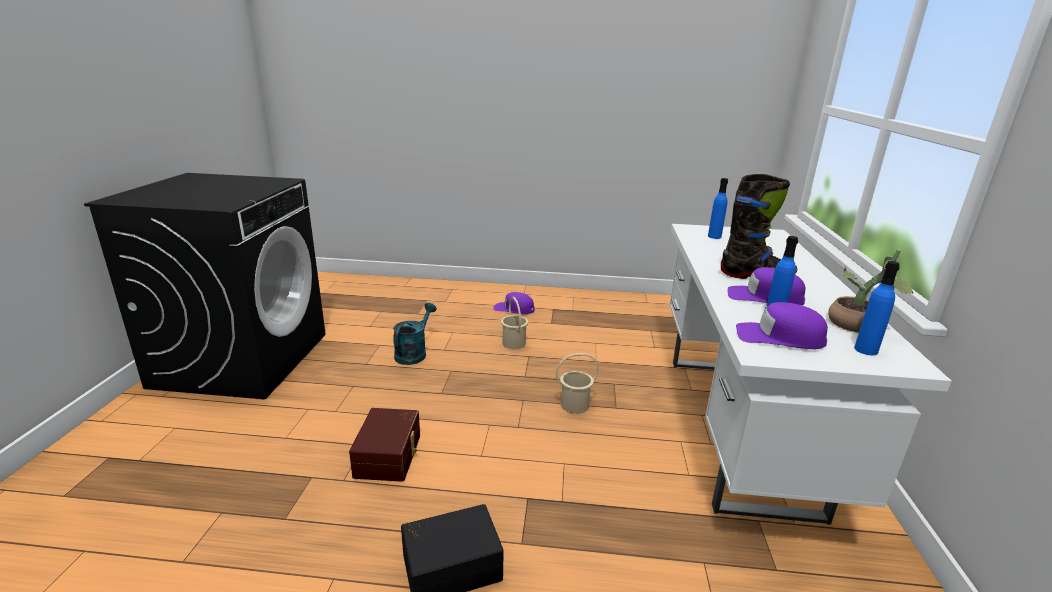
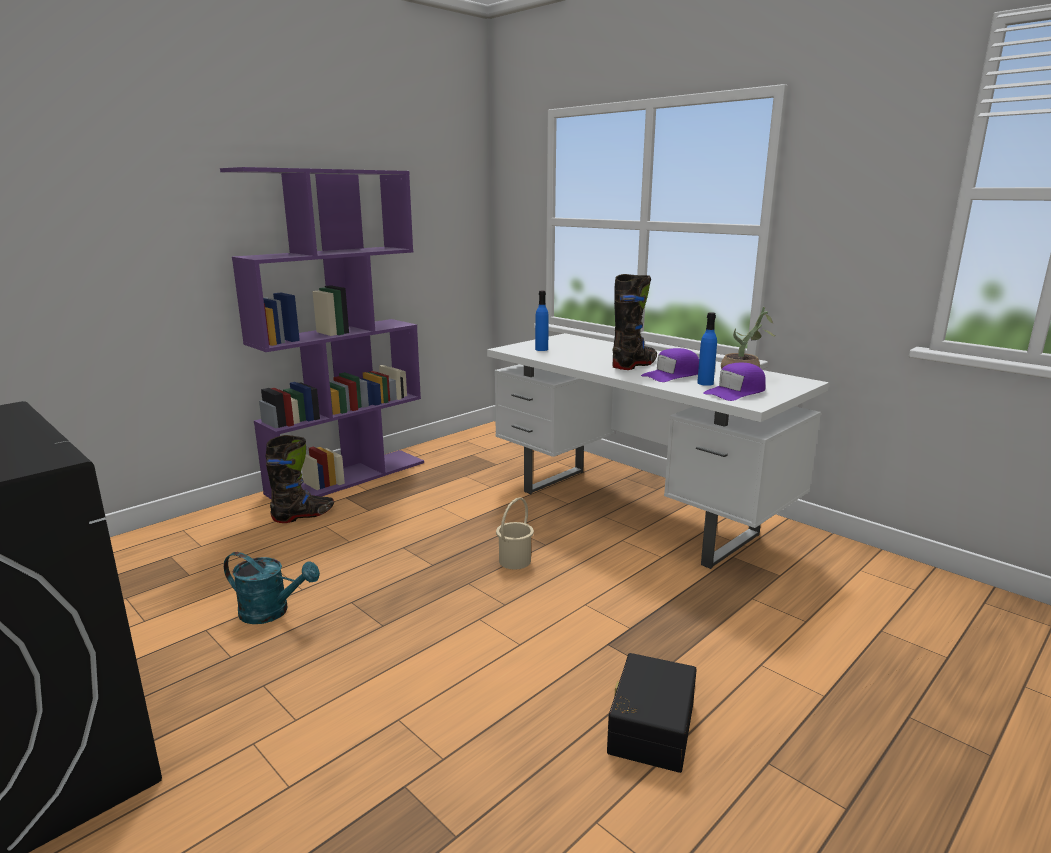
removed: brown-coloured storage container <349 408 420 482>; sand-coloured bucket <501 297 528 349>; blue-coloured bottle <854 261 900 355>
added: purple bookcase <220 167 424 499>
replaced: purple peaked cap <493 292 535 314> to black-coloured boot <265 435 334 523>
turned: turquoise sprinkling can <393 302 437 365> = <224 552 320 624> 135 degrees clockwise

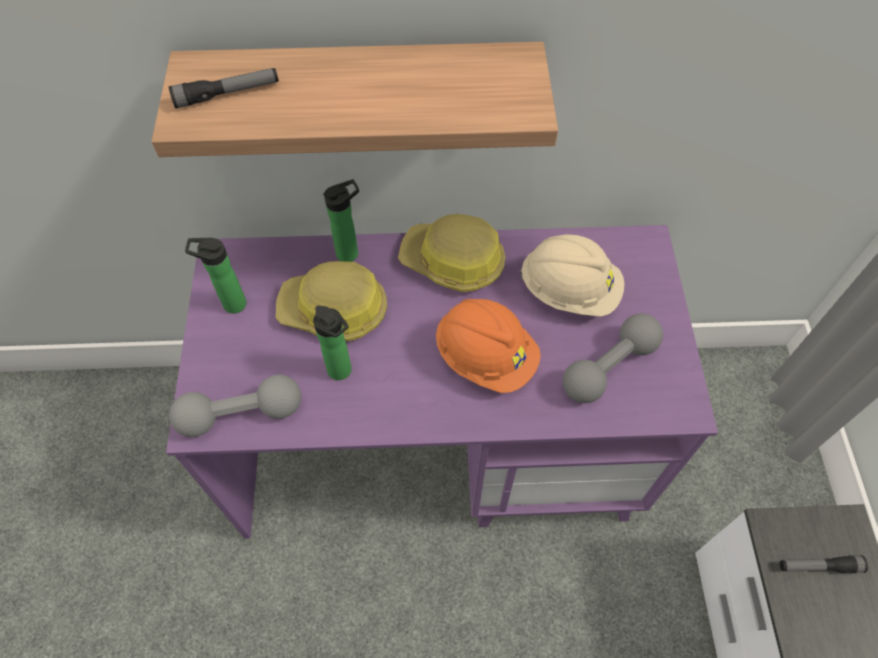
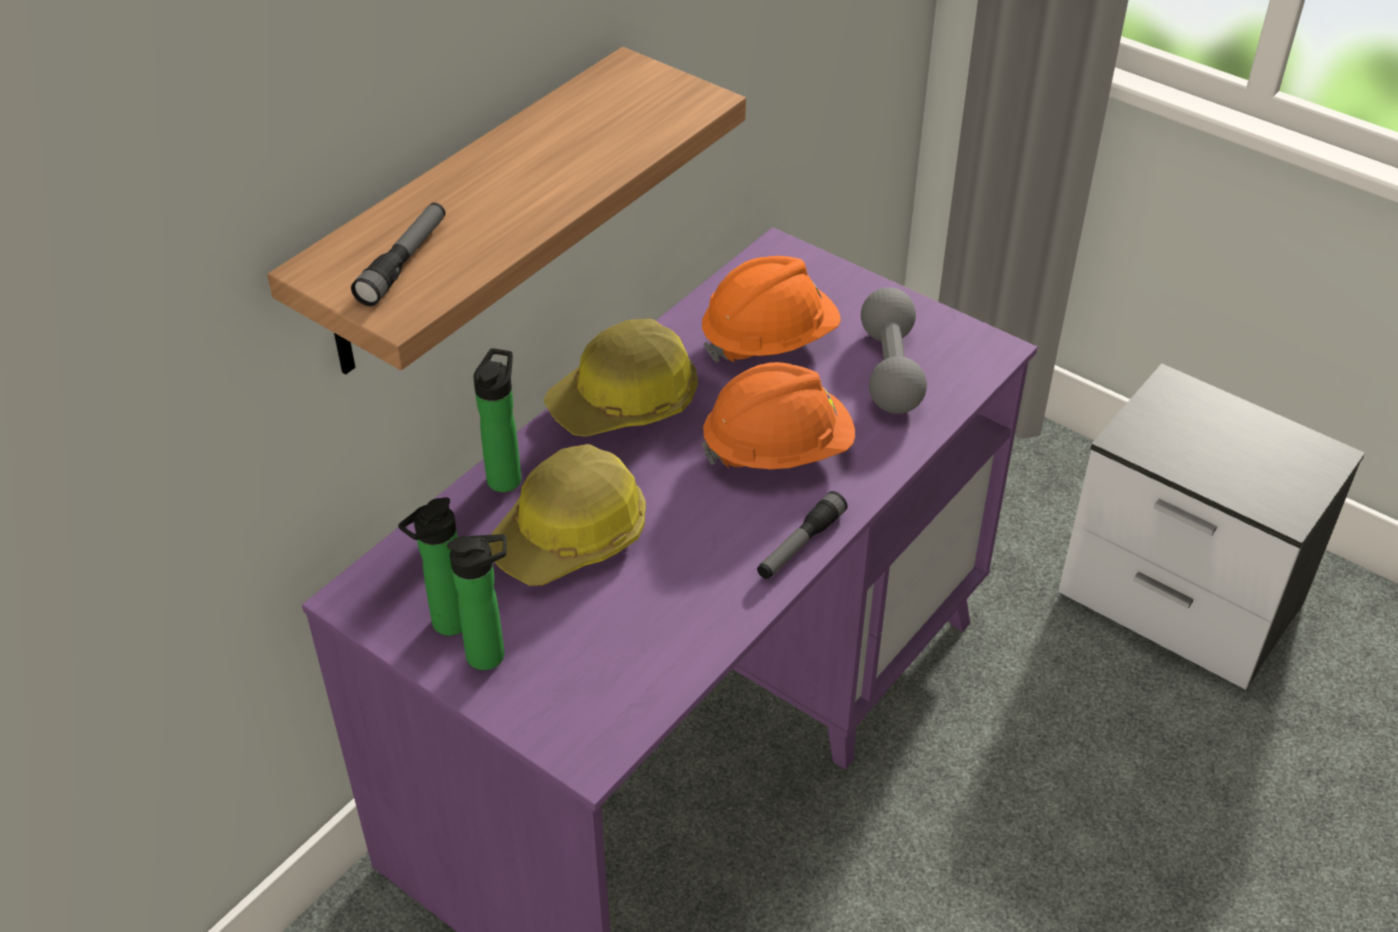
removed: gray dumbbell <169 375 301 437>
moved: bottle <313 306 352 380> to <447 534 507 670>; hand torch <780 555 868 573> to <757 491 848 579>
recoloured: sand-coloured safety helmet <519 234 624 317> to orange-coloured safety helmet <702 256 841 363>

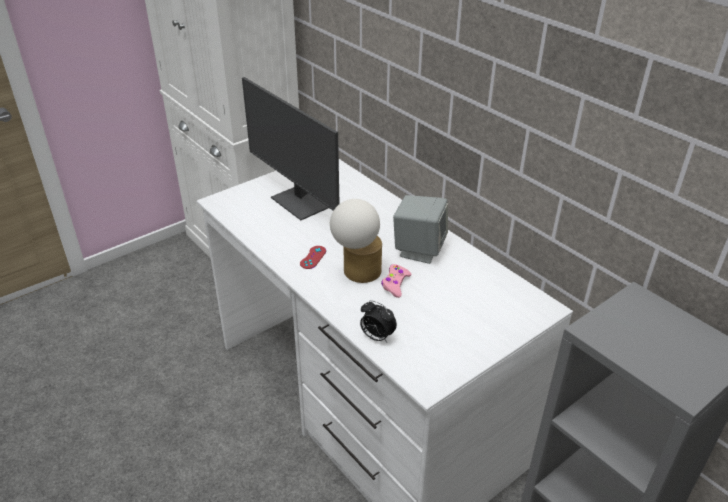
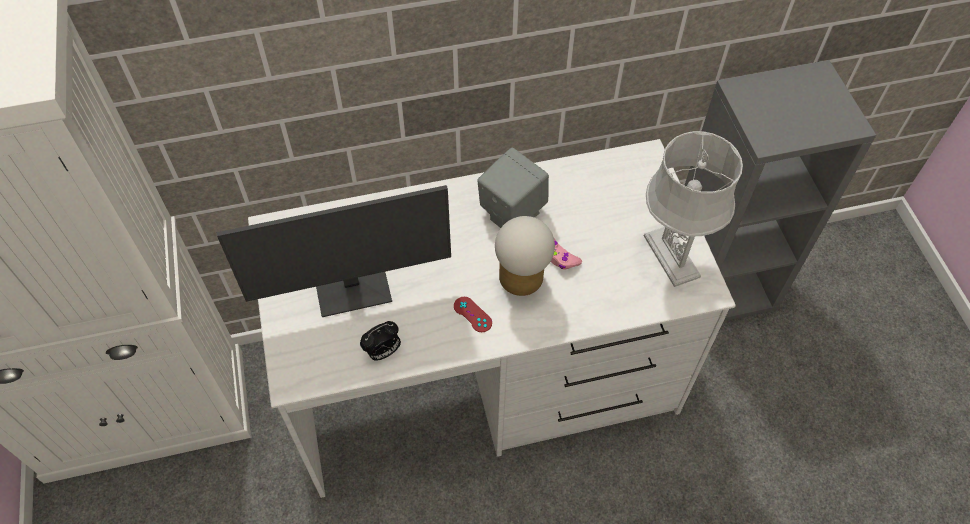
added: gray table lamp <644 131 743 287>
moved: alarm clock <360 300 397 343> to <360 321 401 361>

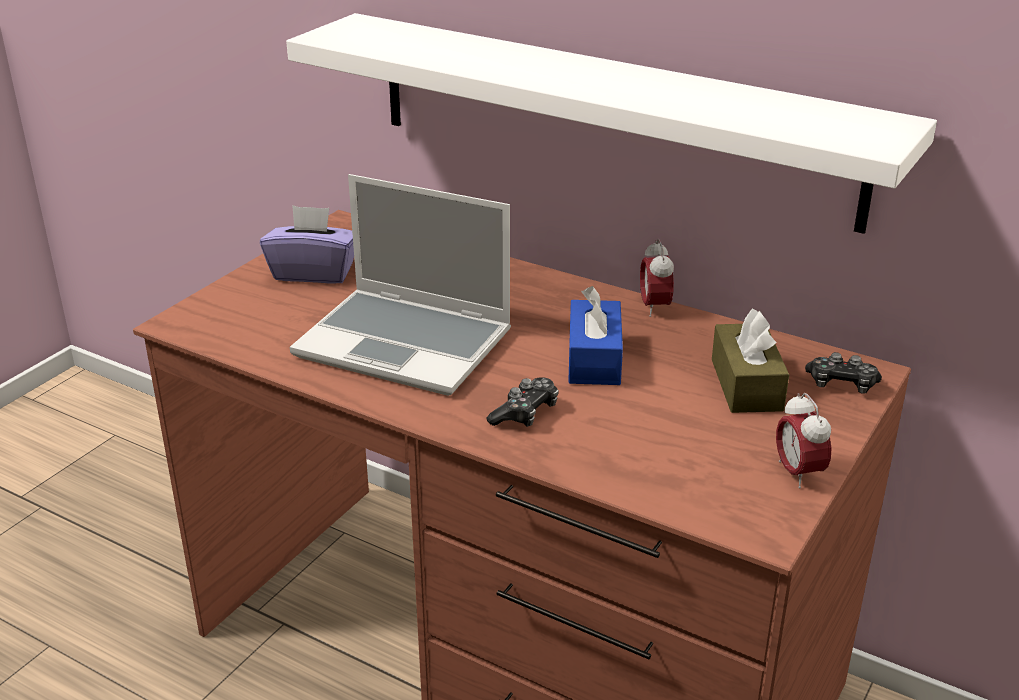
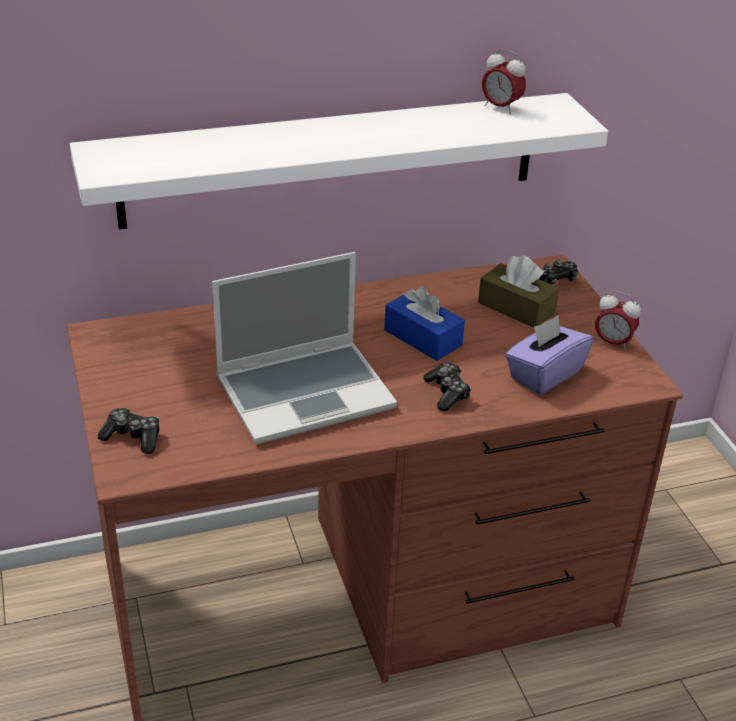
added: gamepad <98 408 159 454>
moved: alarm clock <640 239 674 317> to <482 49 526 114>; purple tissue box <260 205 354 284> to <505 315 593 395>

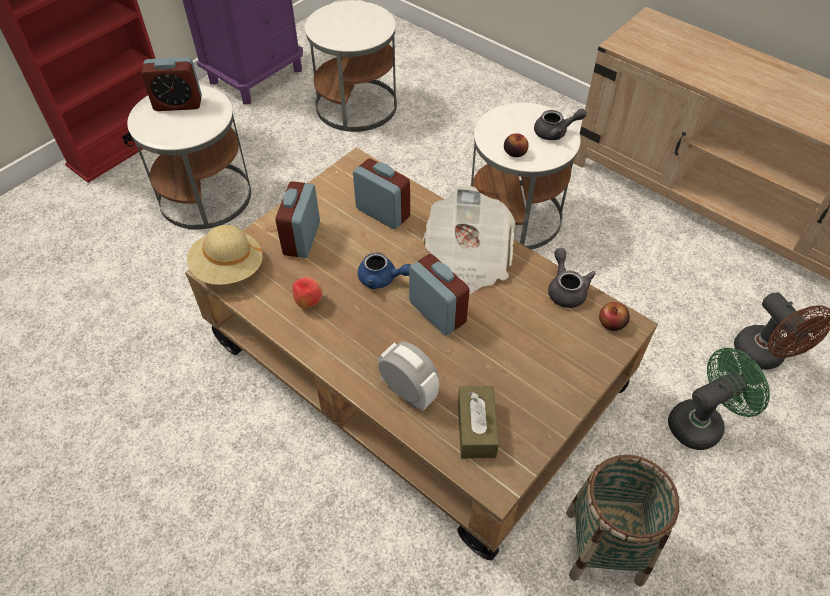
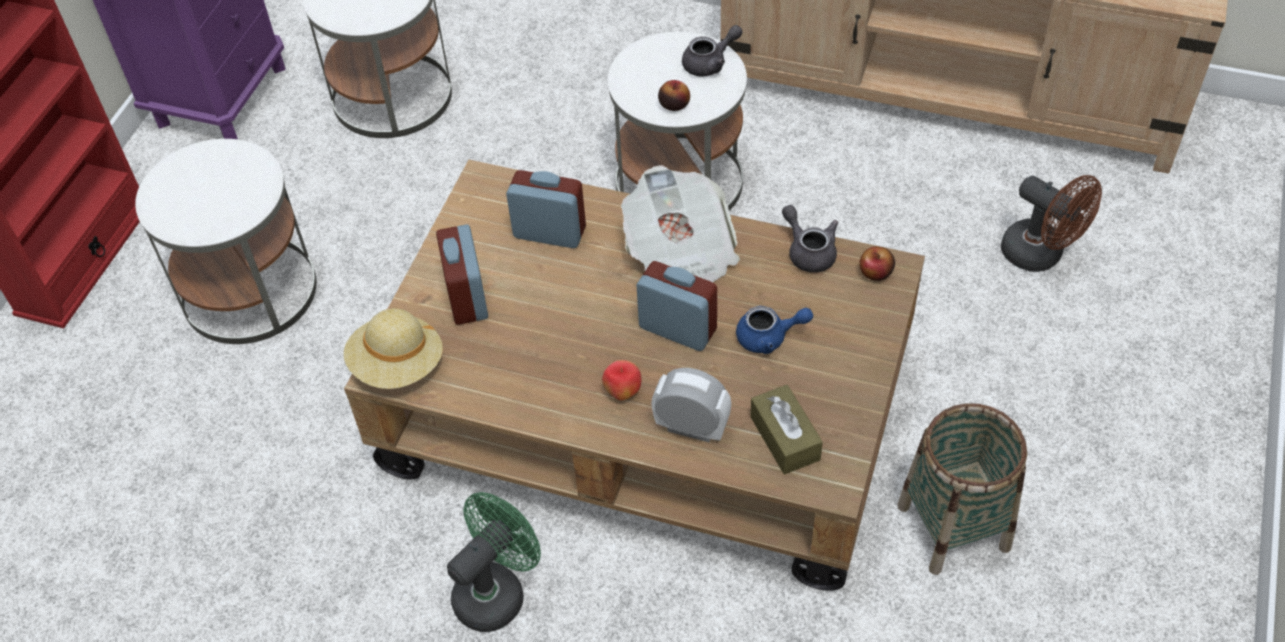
removed: alarm clock <141 57 202 111>
moved: green-coloured electric fan <668 348 770 450> to <447 492 541 632>; apple fruit <292 277 323 308> to <602 360 641 401>; blue-coloured pot for tea <358 252 411 289> to <736 306 813 354>

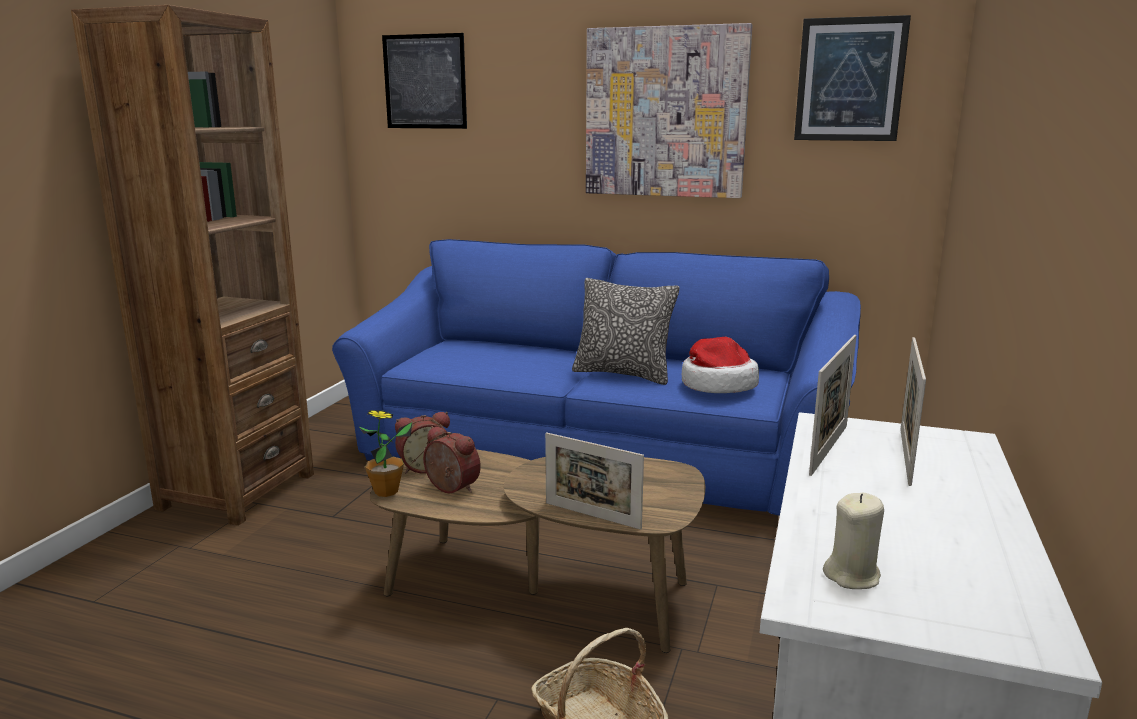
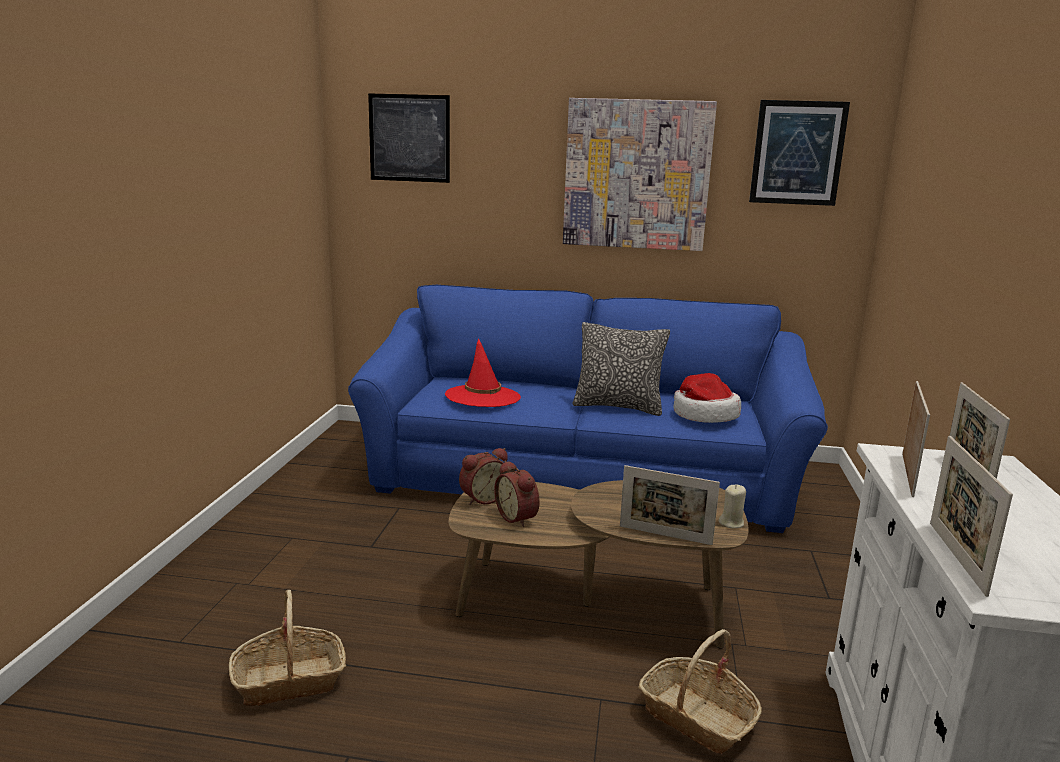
removed: brown-coloured bookcase <71 5 314 526>; houseplant <359 410 412 497>
added: basket <229 590 347 706>; red wearable hat <445 338 521 407>; standing frame <930 436 1013 597>
moved: sand-coloured candle <823 493 884 589> to <719 484 746 528>
turned: alarm clock <423 426 481 493> = <494 460 540 527> 150 degrees counterclockwise

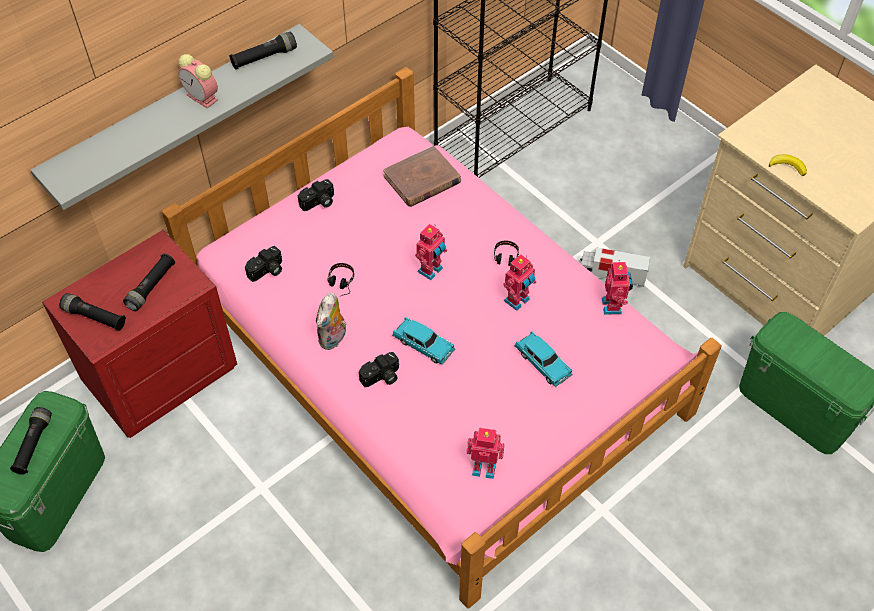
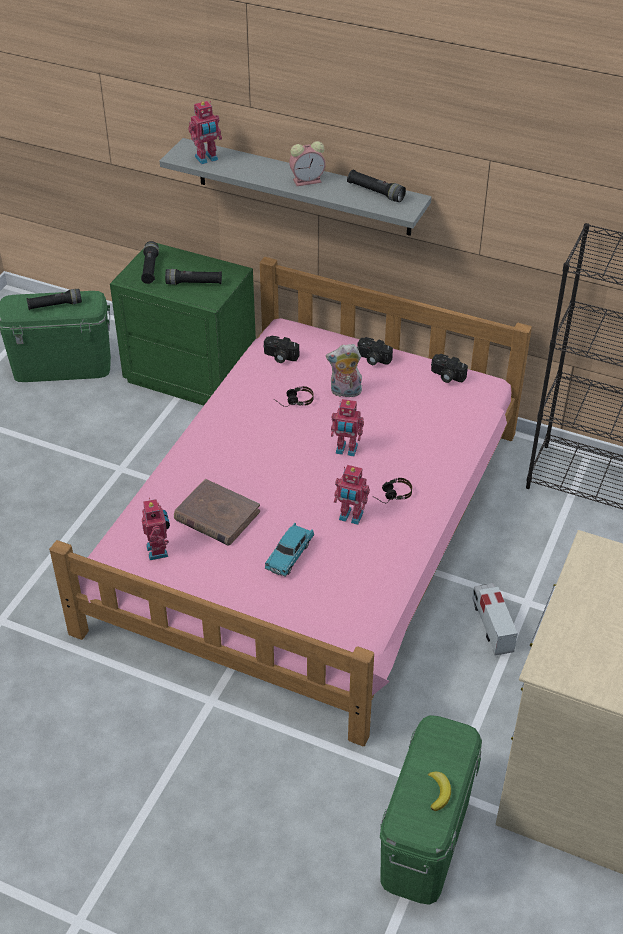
removed: turquoise toy car <392 317 455 365>
moved: brown-coloured book <383 146 461 207> to <174 479 260 546>; robot figure <602 260 633 315> to <188 101 222 165>; plush toy <316 293 346 350> to <326 344 362 397>; banana <769 154 807 176> to <428 772 451 811>; still camera <359 352 399 387> to <431 354 468 383>
recoloured: red night table <42 230 237 438> to green-coloured night table <110 243 256 405>
turned: alarm clock <178 54 218 108> = <289 141 326 186> 120 degrees counterclockwise

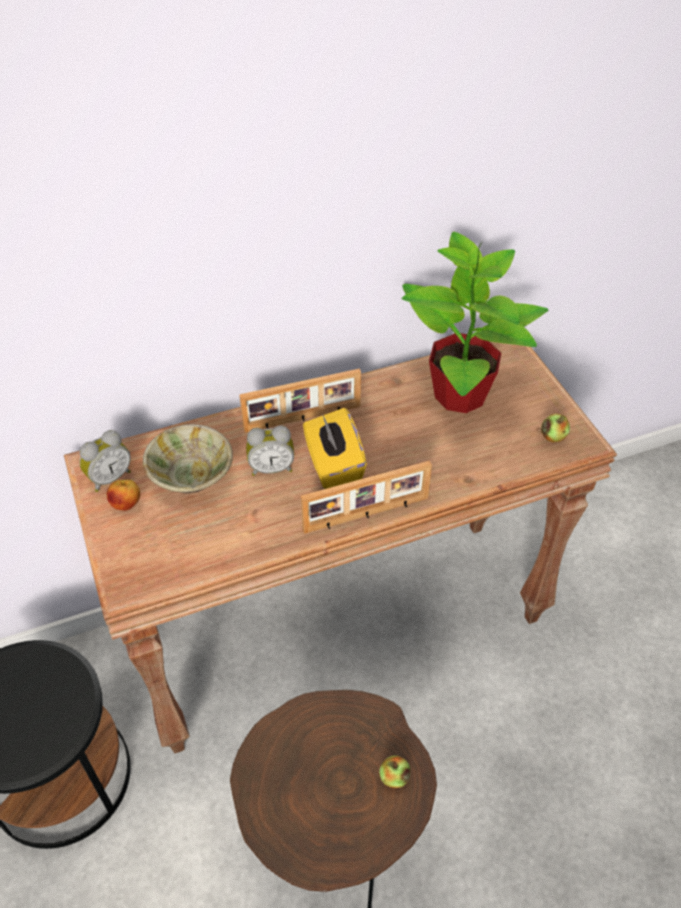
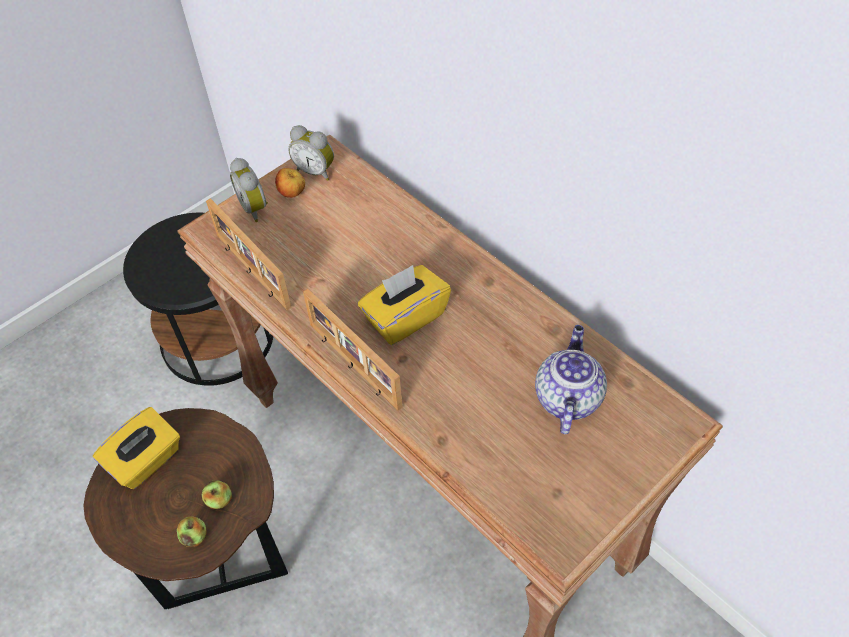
removed: sand-coloured serving bowl <143 424 233 493>
added: yellow tissue box <93 407 180 489>
moved: apple fruit <541 413 570 442> to <202 480 232 509>; standing frame <239 369 361 433> to <206 198 292 310>; alarm clock <246 426 294 476> to <230 158 268 222>
replaced: houseplant <402 232 548 413> to pot for tea <535 325 607 434>

